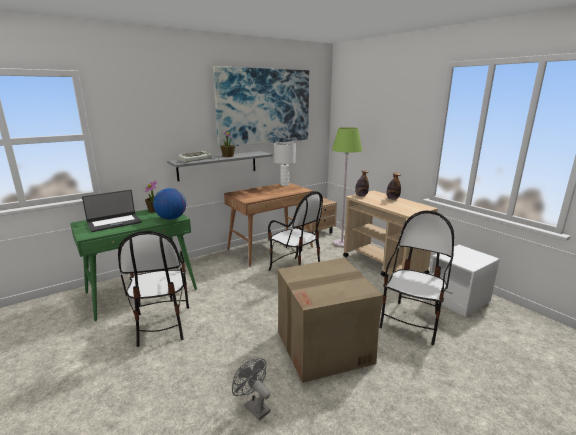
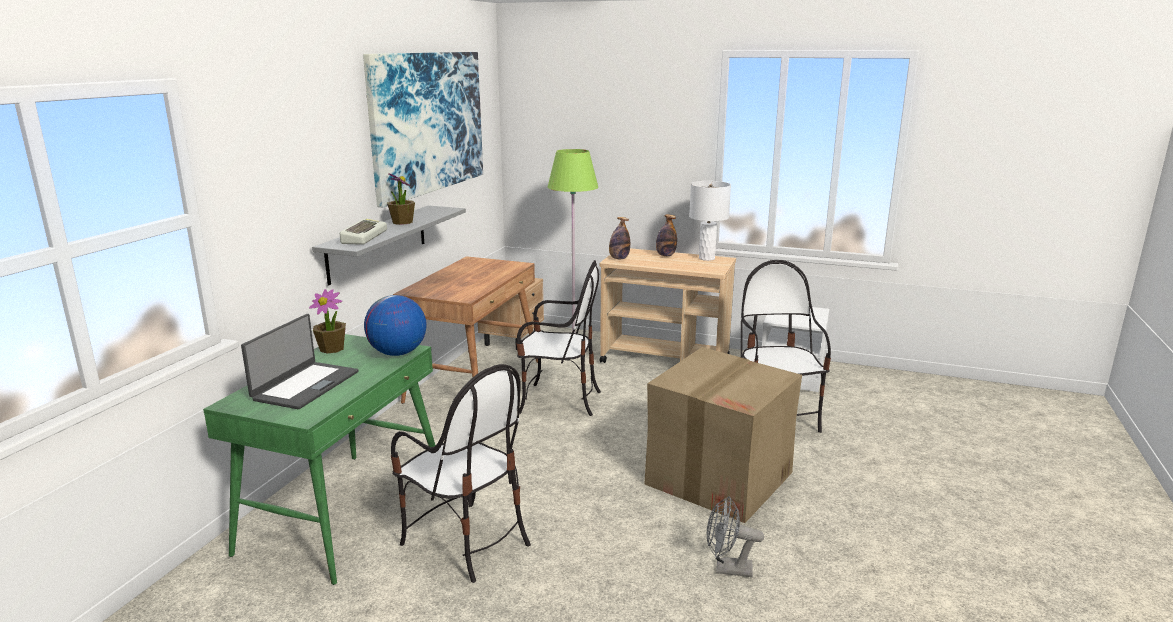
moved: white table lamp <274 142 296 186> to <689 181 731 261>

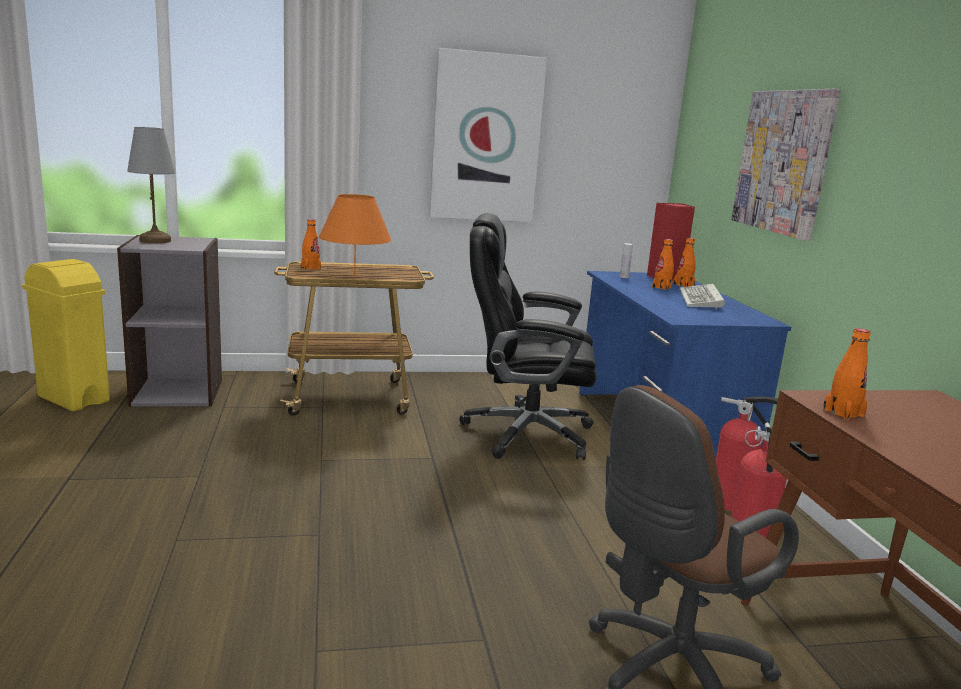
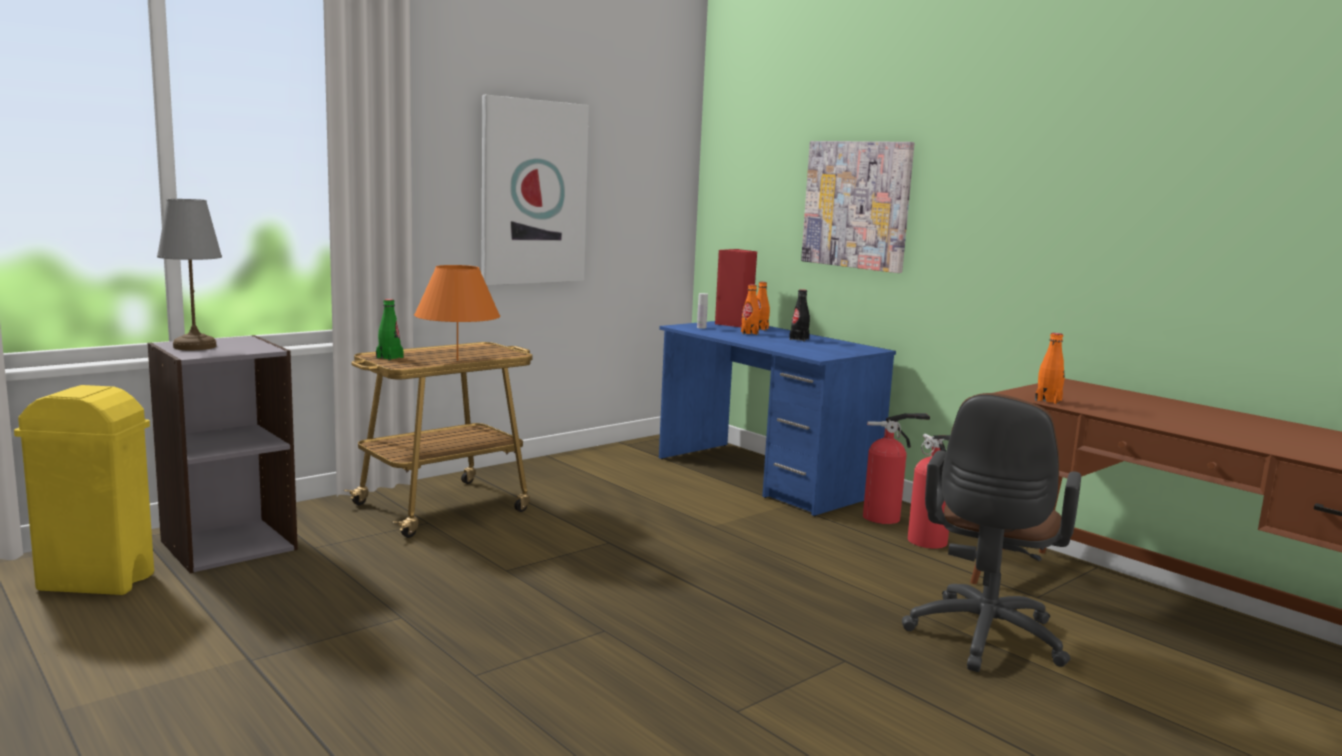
removed: black-coloured computer chair <459 213 597 460>
replaced: computer keyboard <679 284 725 310> to black-coloured bottle <789 289 810 341>
recoloured: orange-coloured bottle <301 219 321 270> to green-coloured bottle <376 299 404 360>

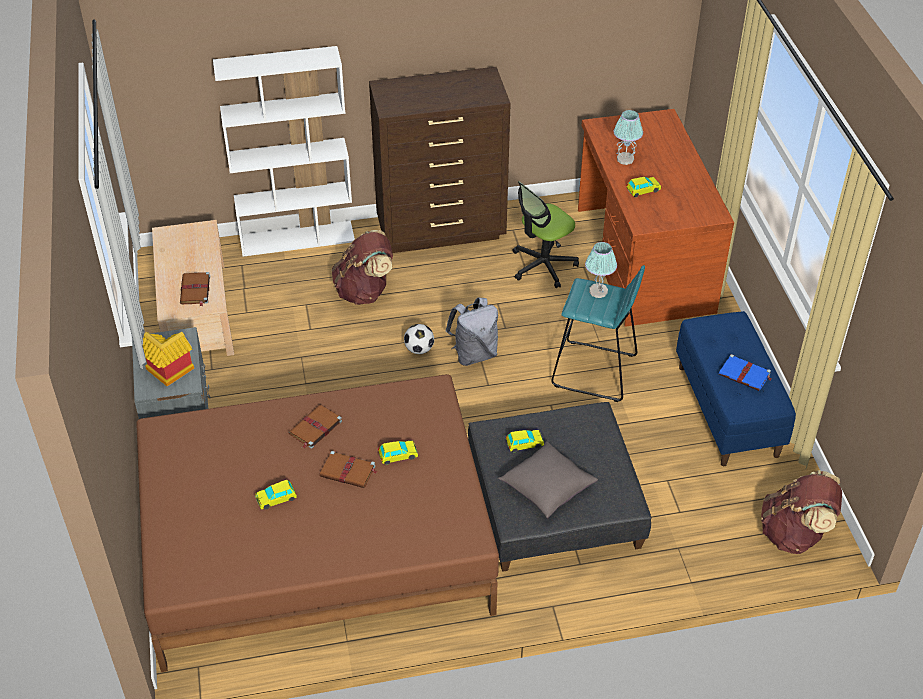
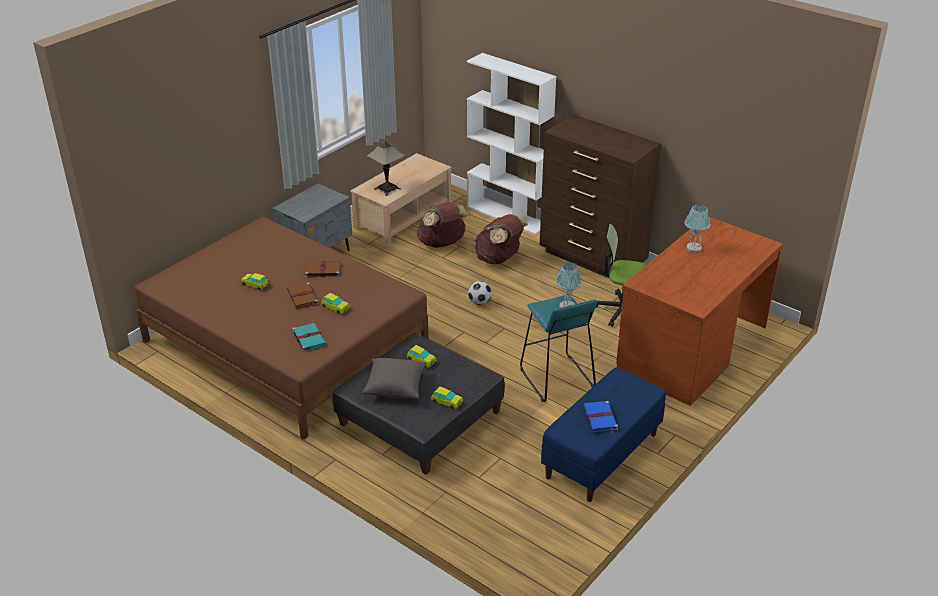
removed: miniature house <143 332 194 386>; gray rucksack <446 297 498 366>
added: turquoise book <292 323 326 352>
moved: brown-coloured rucksack <761 470 842 554> to <417 202 469 248>; toy car <626 177 661 197> to <431 386 463 409>
replaced: brown-coloured book <180 272 210 306> to table lamp <367 142 405 196>

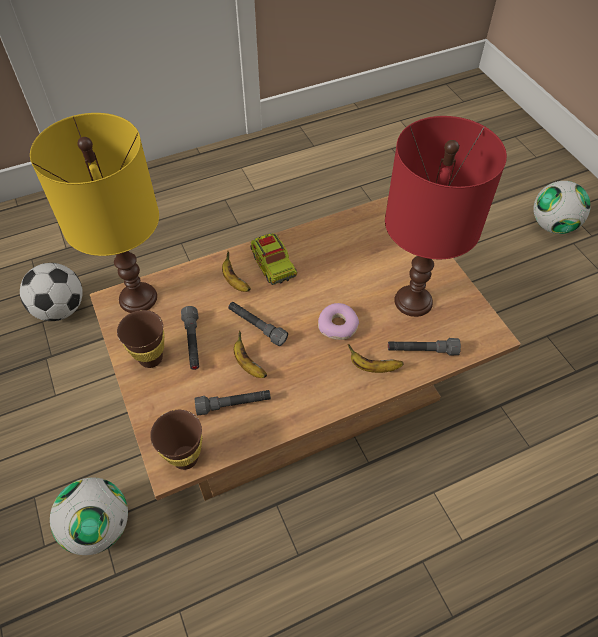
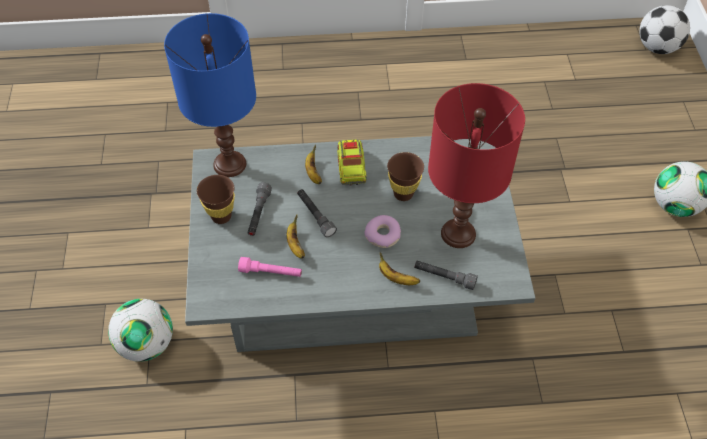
moved: brown-coloured cup <150 410 202 470> to <387 152 424 201>; football ball <20 263 83 321> to <639 5 690 54>
recoloured: yellow table lamp <30 113 159 313> to blue-coloured table lamp <164 13 256 177>; brown-coloured lounge table <90 196 521 501> to gray lounge table <185 136 535 352>; gray hand torch <195 390 271 415> to pink-coloured hand torch <238 257 302 277>

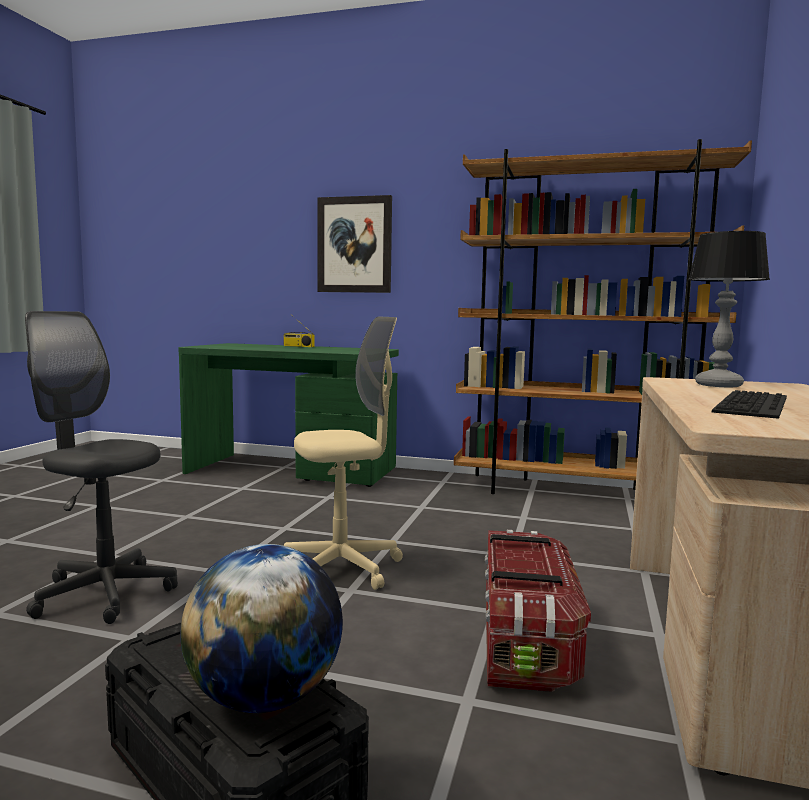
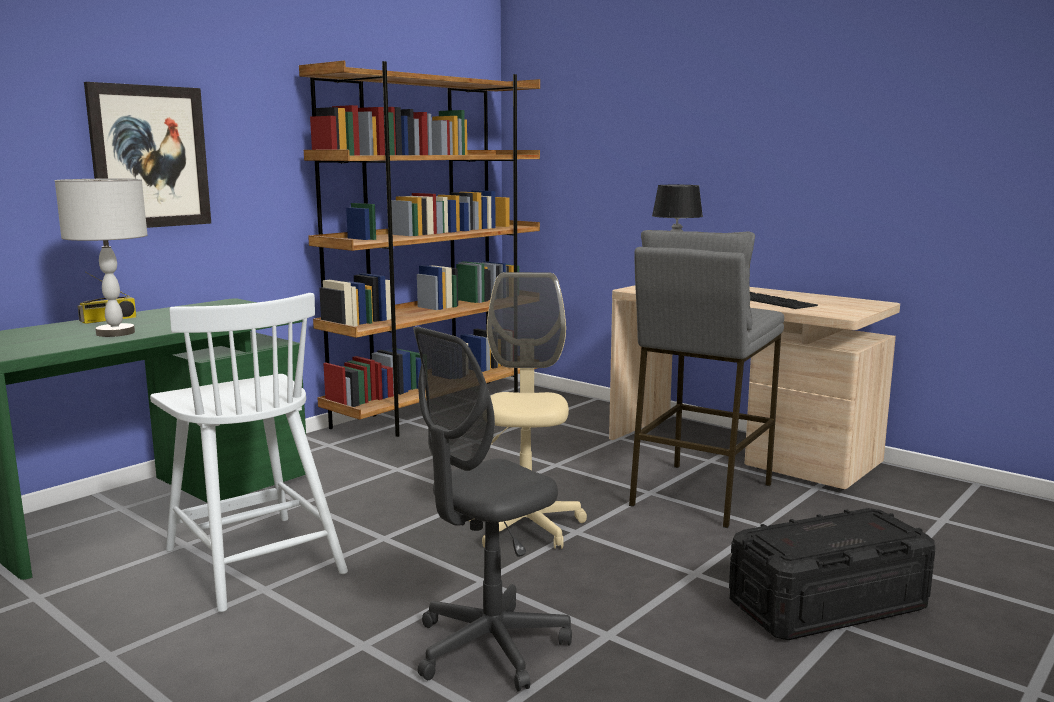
removed: globe <180 544 343 713>
added: gray table lamp <55 178 148 337>; white upright chair <150 293 348 612>
replaced: storage container <485 530 591 692> to gray stool seat <629 230 784 528>

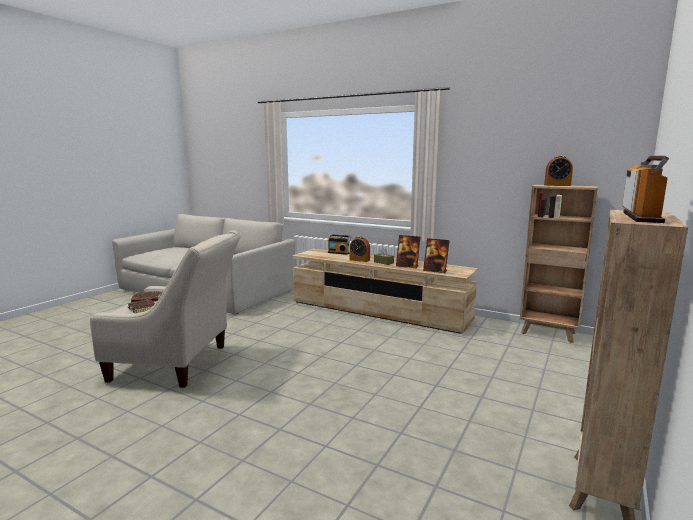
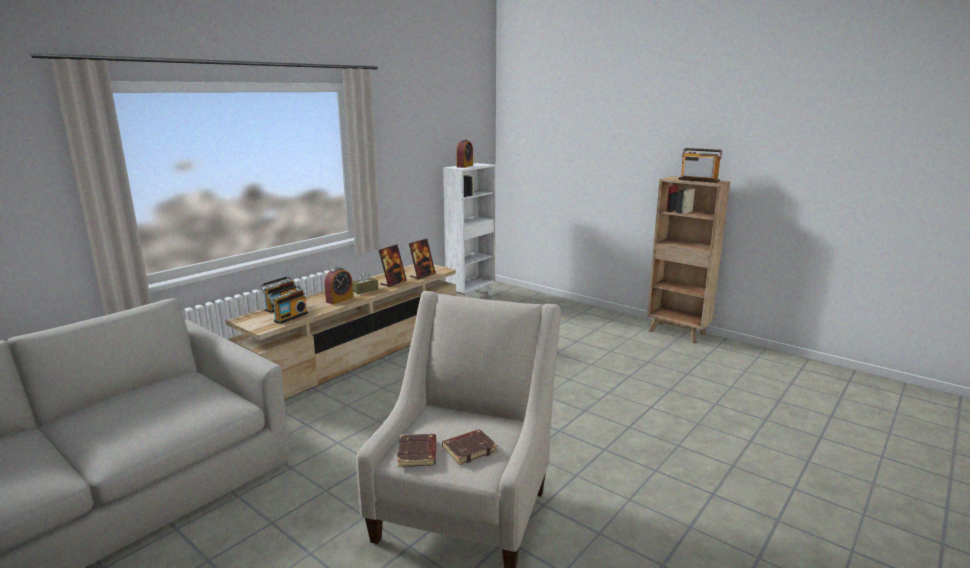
added: radio <267 285 308 324>
recoloured: brown-coloured bookcase <520 185 598 343> to white bookcase <443 163 496 297>

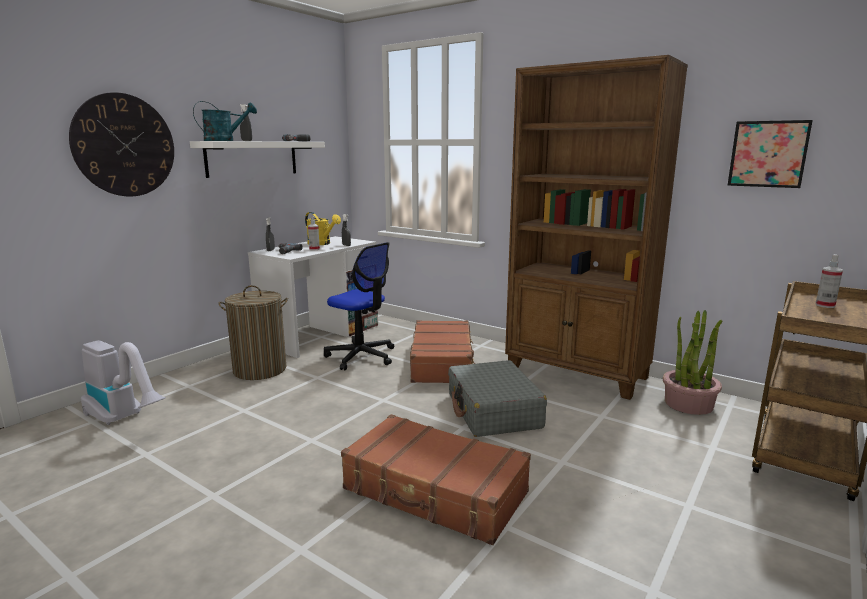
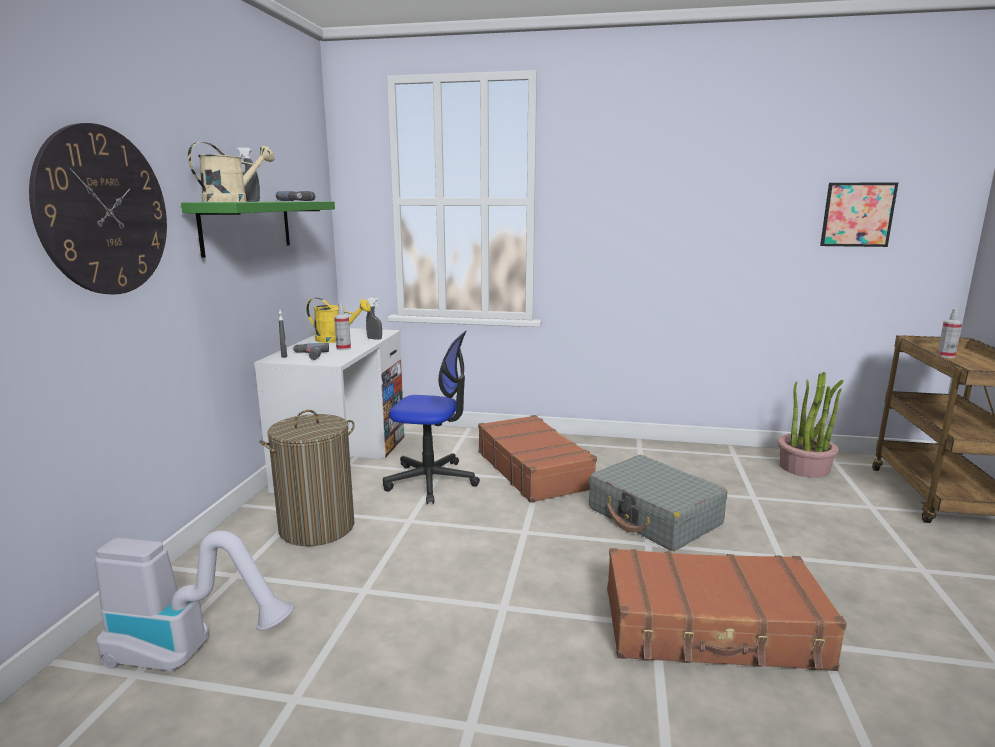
removed: brown-coloured bookcase <505 55 688 400>
recoloured: white bracket shelf <190 141 325 178> to green-coloured bracket shelf <181 201 335 258>; turquoise sprinkling can <193 101 257 141> to sand-coloured sprinkling can <188 142 275 202>

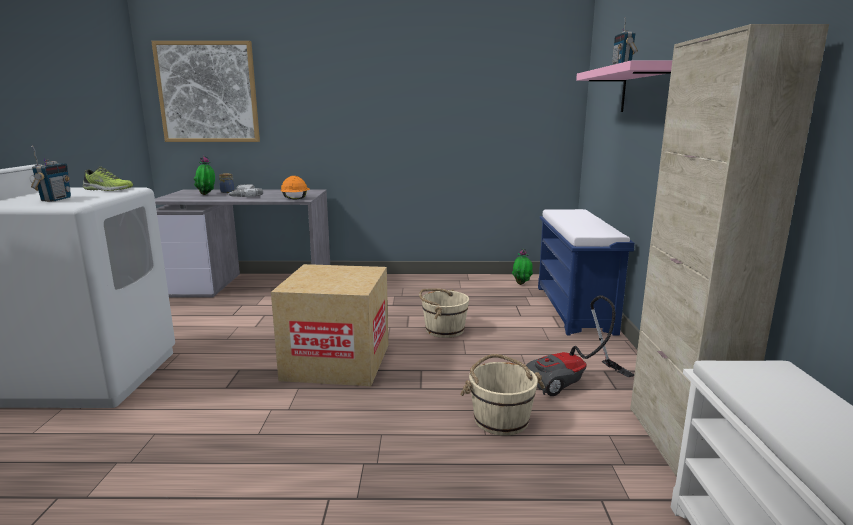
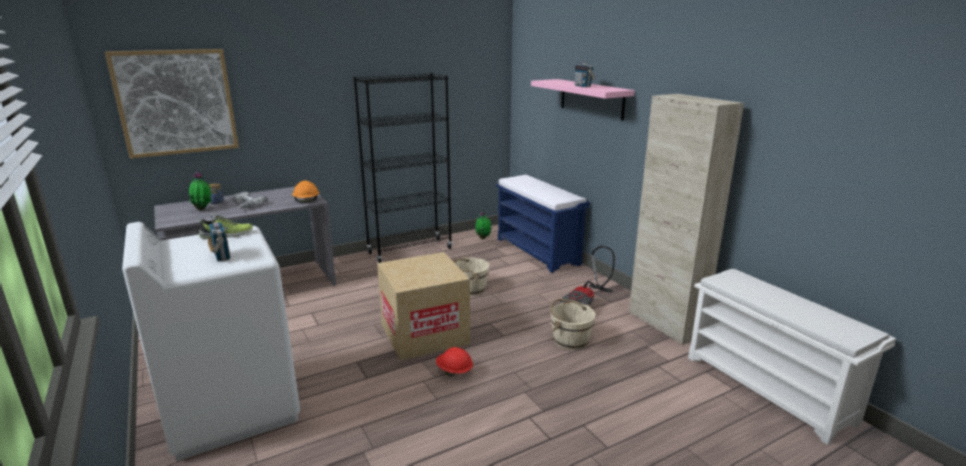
added: black-coloured bookcase <354 73 452 263>; red safety helmet <436 347 473 376>

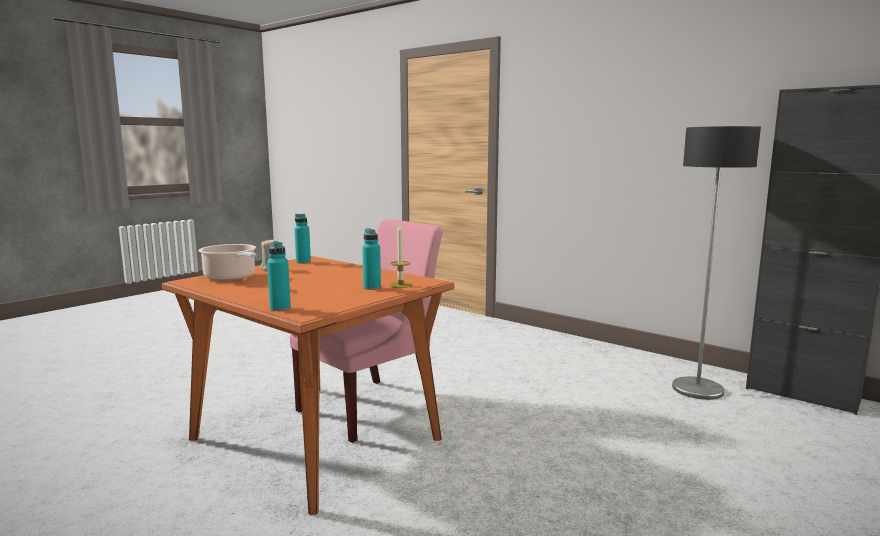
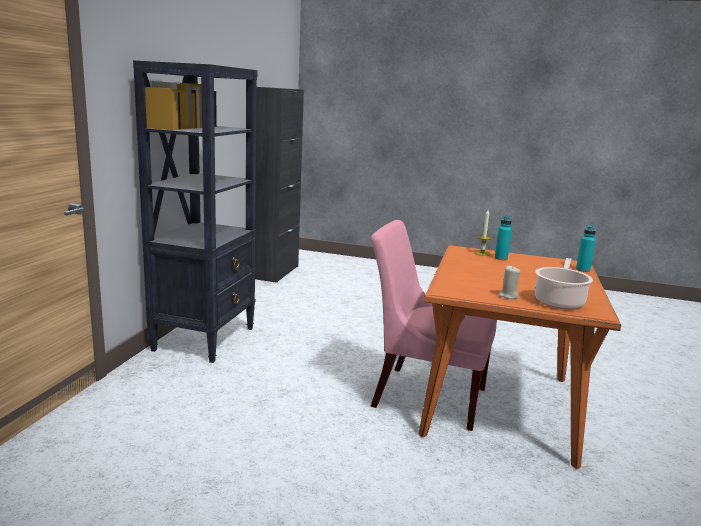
removed: turquoise bottle <294 214 311 263>; standard lamp <672 126 761 400>
added: black-coloured bookcase <133 60 257 363>

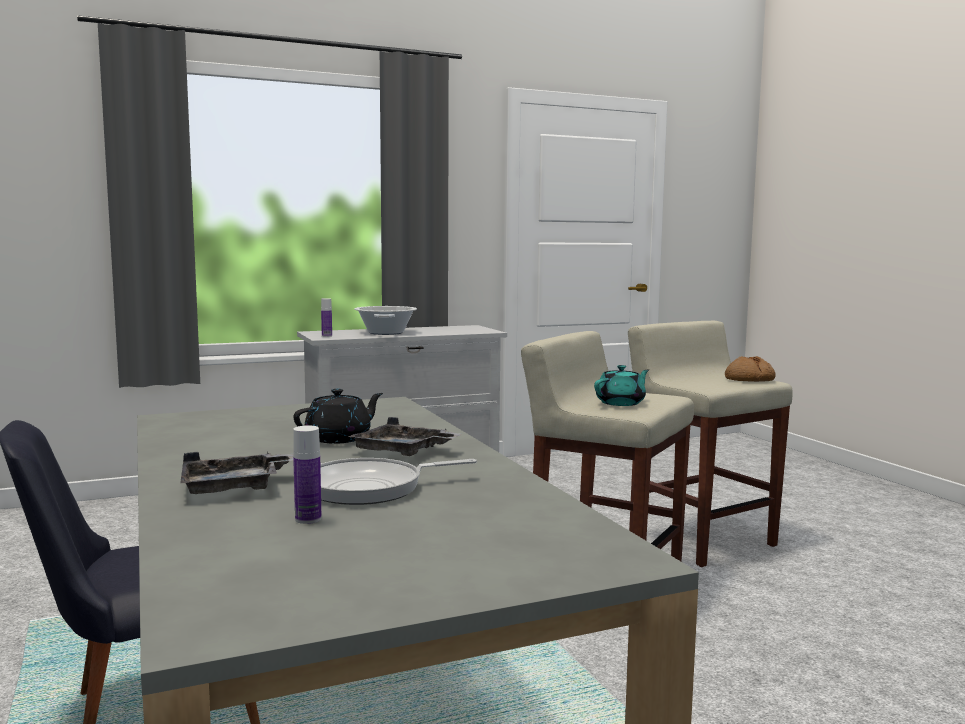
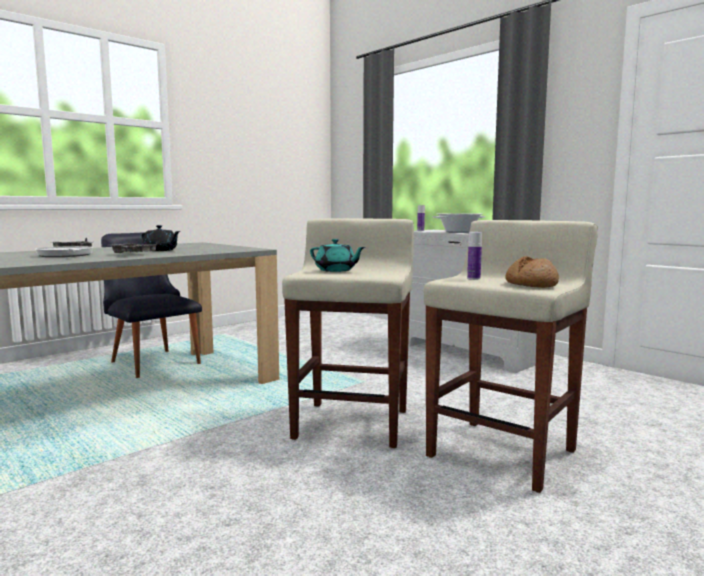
moved: bottle <293 426 321 524> to <467 232 482 280>

